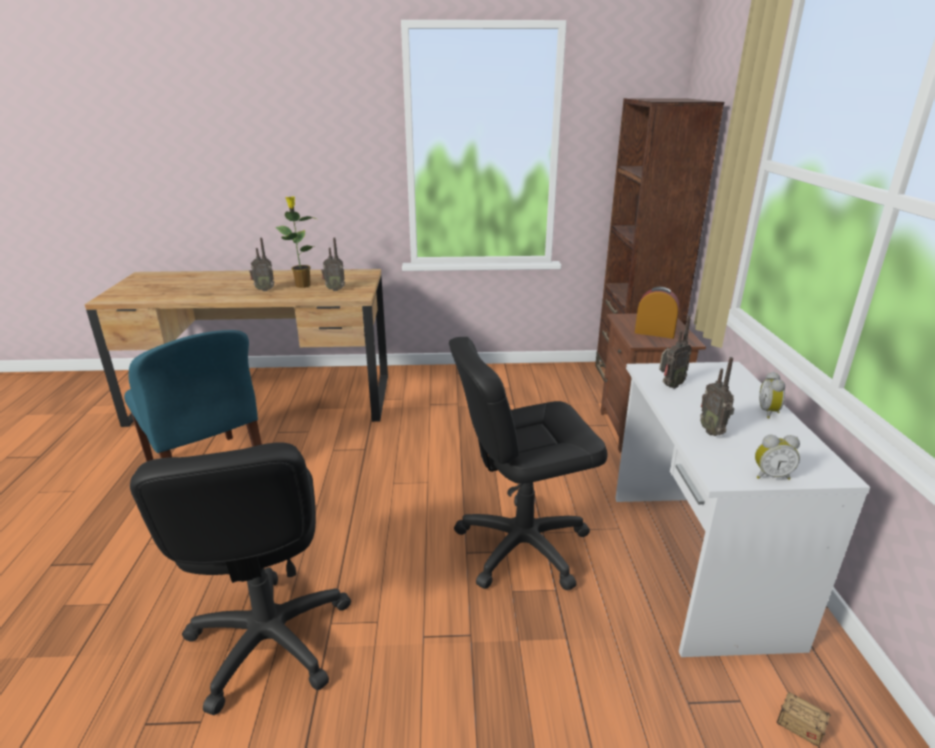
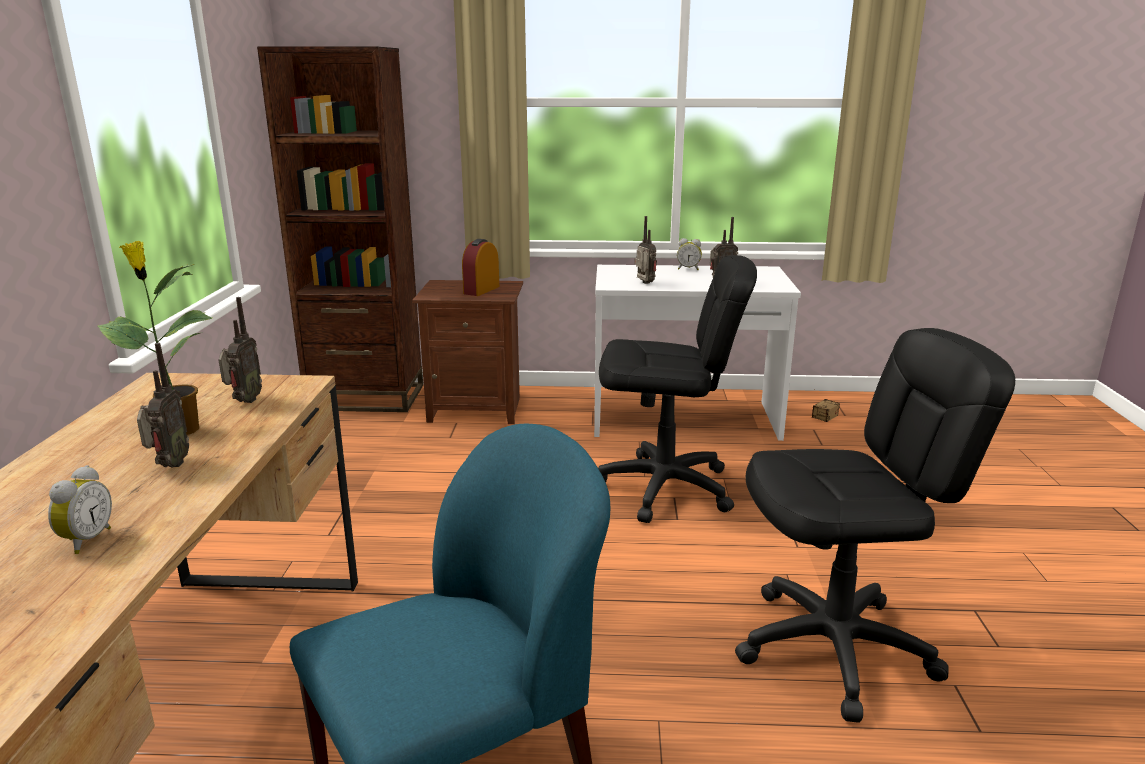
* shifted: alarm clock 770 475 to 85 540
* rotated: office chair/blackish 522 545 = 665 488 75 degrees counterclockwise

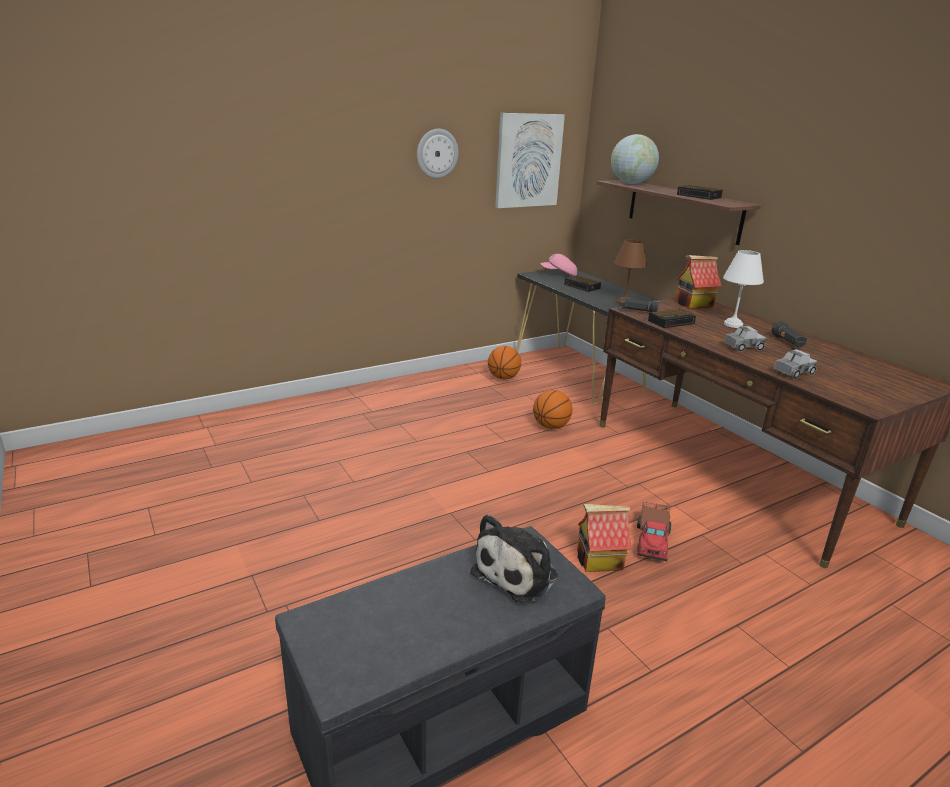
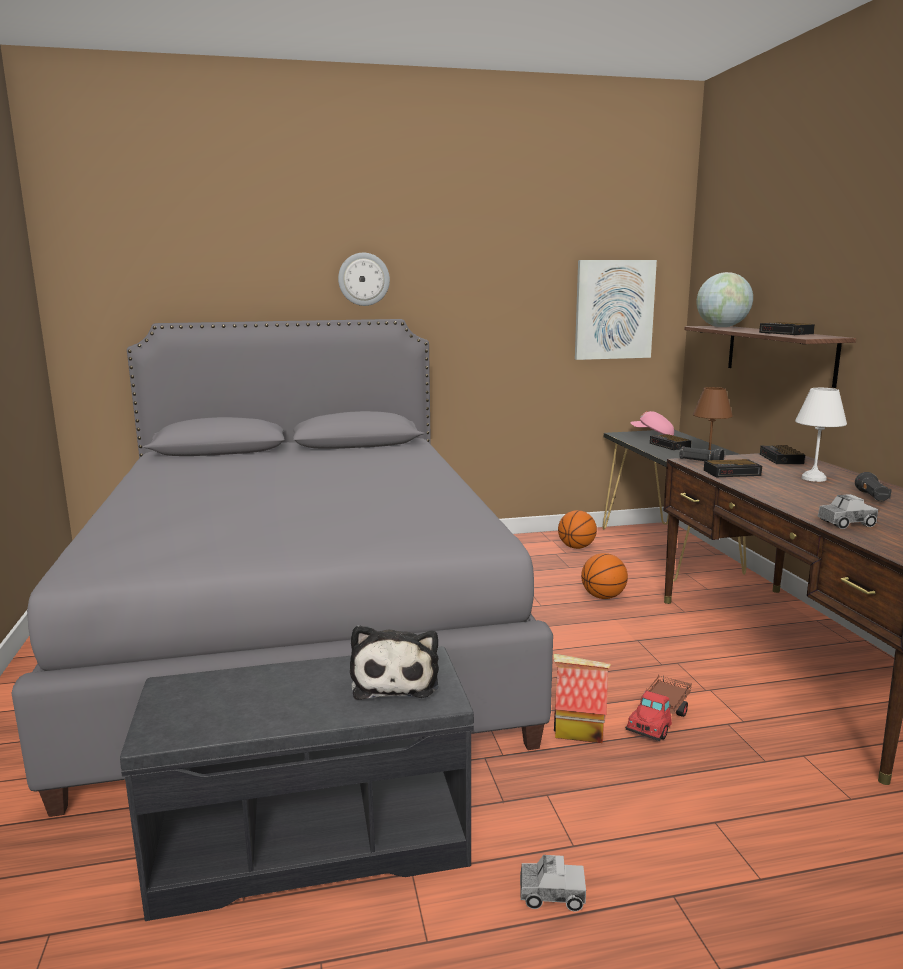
* new: bedroom bed/greyish 301 633
* shifted: wall clock 437 153 to 363 279
* rotated: soft toy 518 573 = 395 680 60 degrees counterclockwise
* shifted: toy truck 743 347 to 551 895
* swapped: miniature house 694 304 to alarm clock 781 459

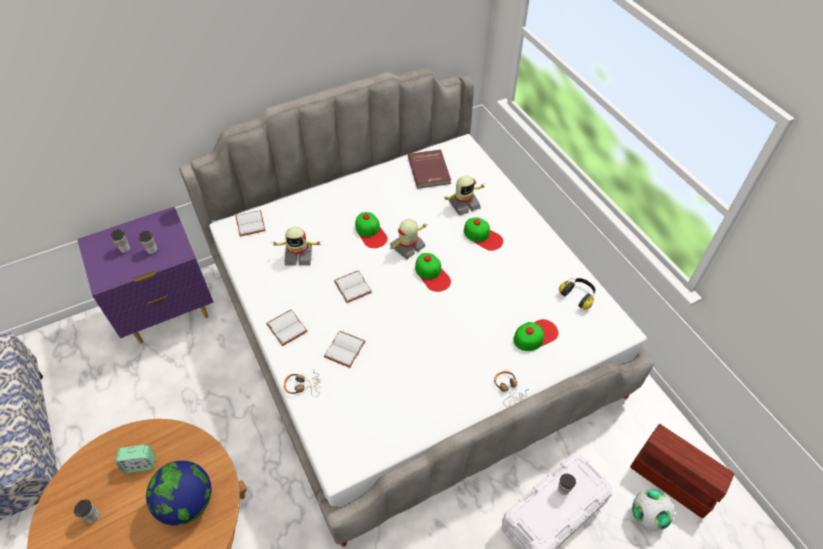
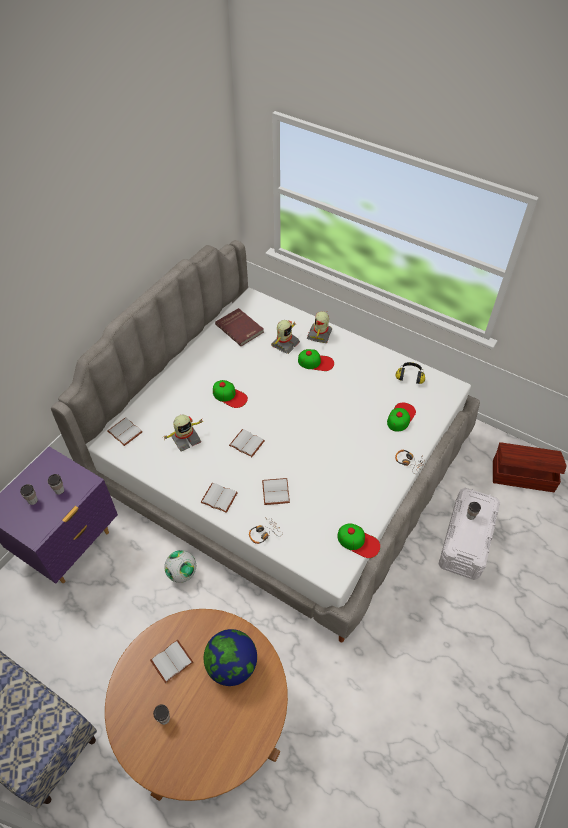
* swapped: alarm clock 140 464 to bound book/white 171 660
* shifted: football ball 647 516 to 182 573
* shifted: toy robot 408 247 to 320 335
* shifted: peaked cap 432 274 to 358 541

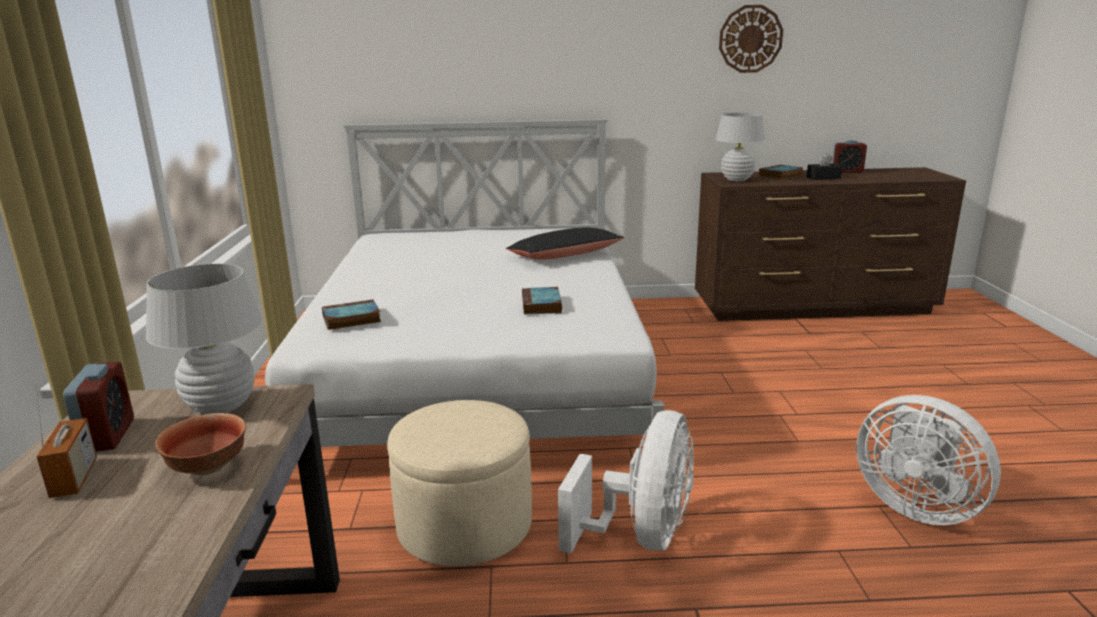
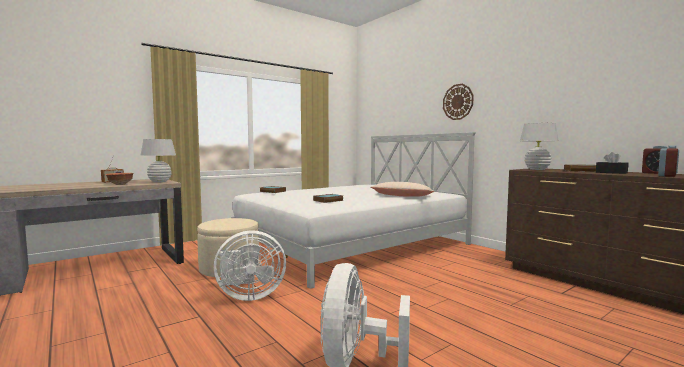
* repainted: pillow/blackish 565 255 to pillow/beige-coloured 402 196
* shifted: wall clock 750 39 to 458 102
* shifted: alarm clock 108 436 to 667 175

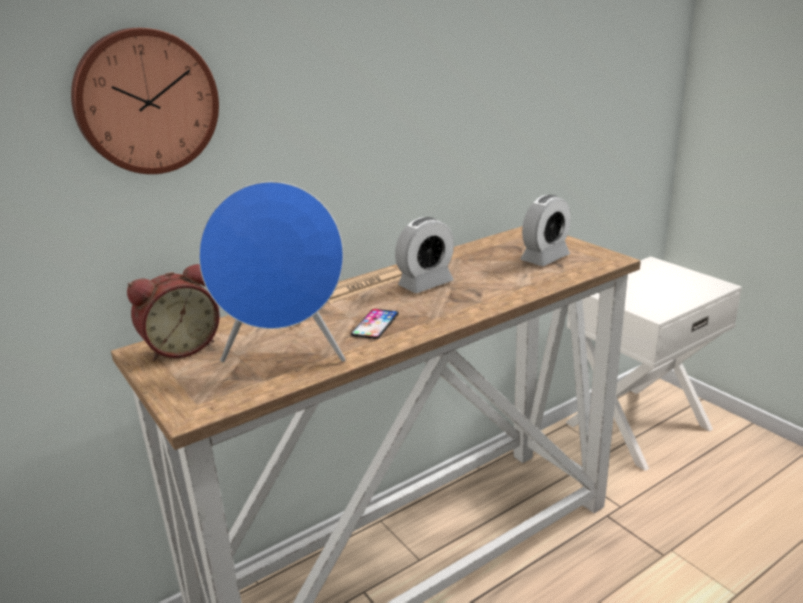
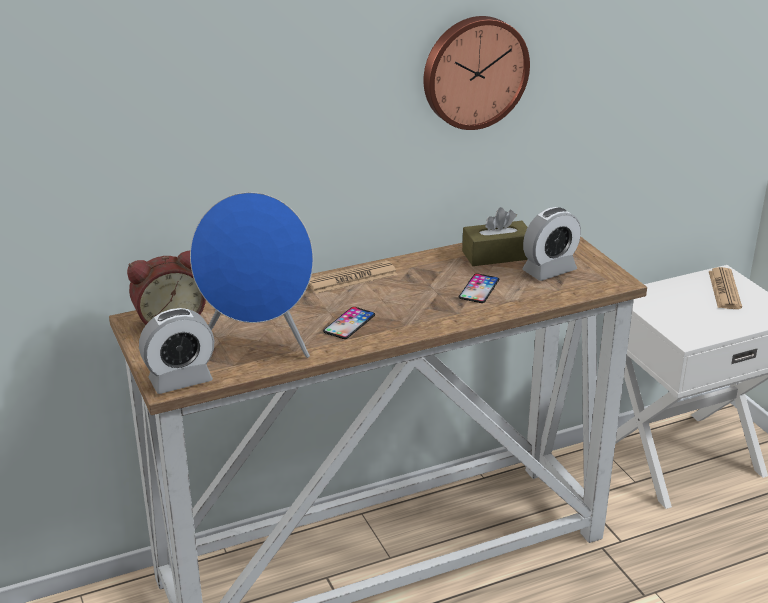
* shifted: alarm clock 426 284 to 180 380
* shifted: wall clock 145 101 to 473 71
* new: telephone 479 289
* new: tissue holder/brownish 496 255
* new: daily paper 724 289

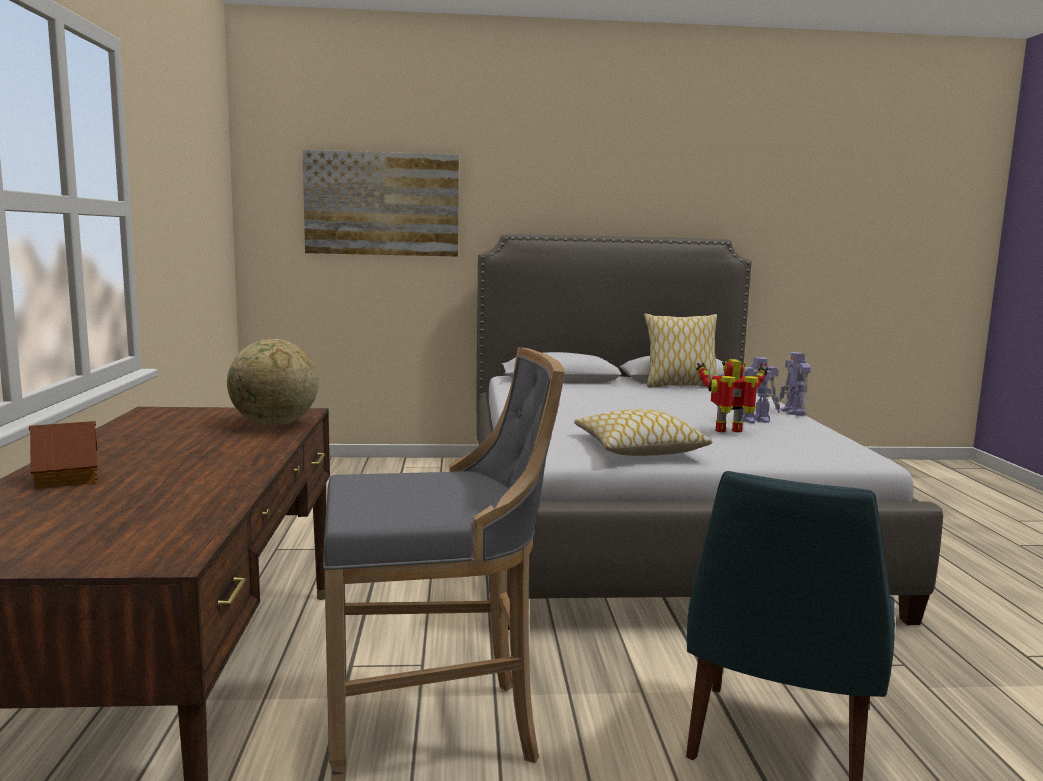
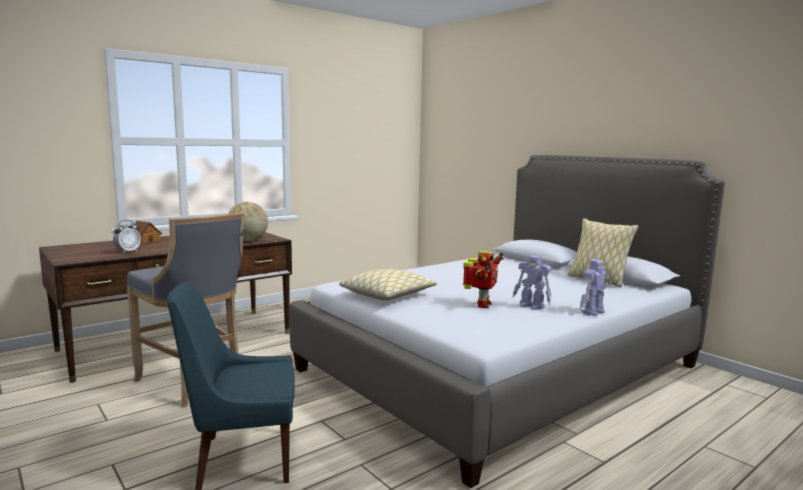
* new: alarm clock 128 252
* rotated: toy robot 730 431 = 482 305 60 degrees clockwise
* gone: picture 382 204

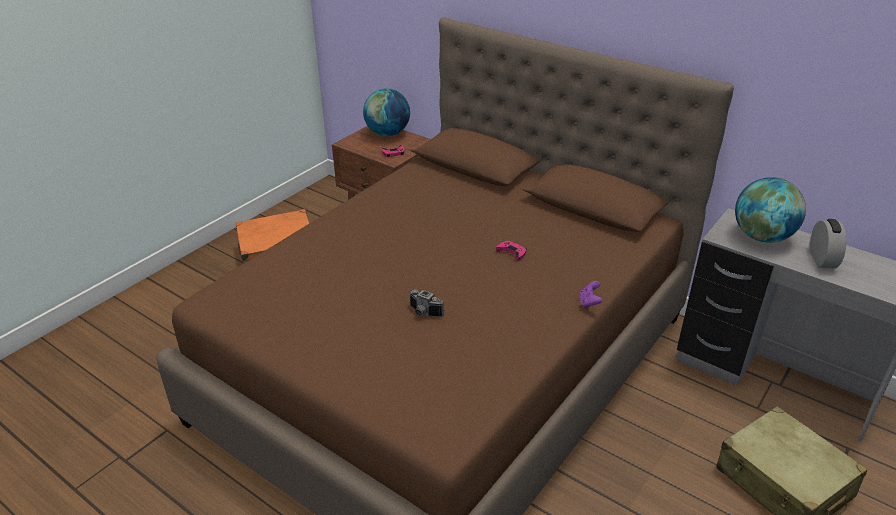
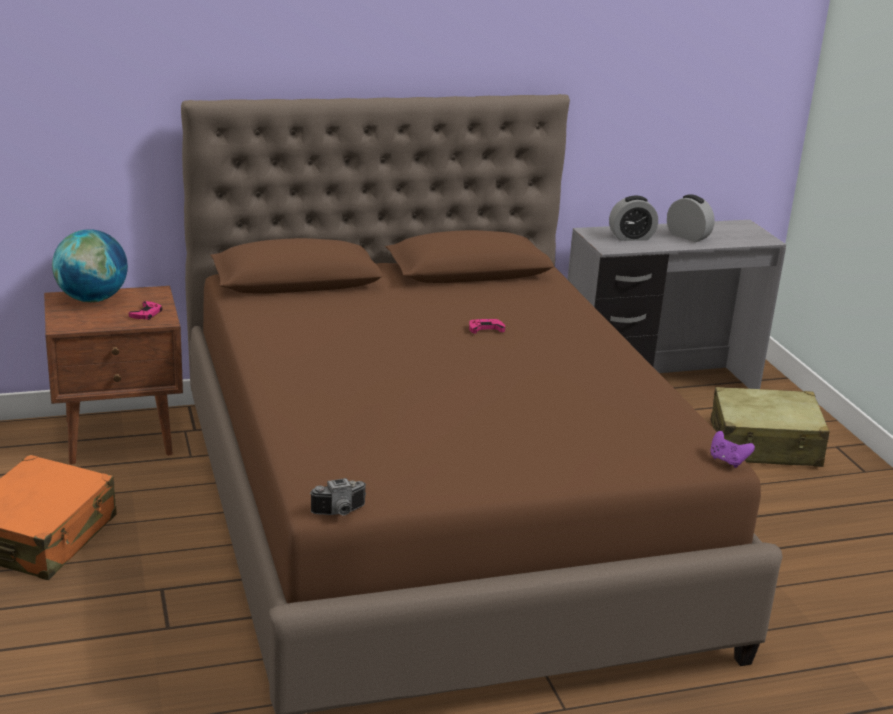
* shifted: still camera 424 313 to 340 513
* swapped: world globe 762 237 to alarm clock 631 237
* shifted: game controller/purple-coloured 589 303 to 727 461

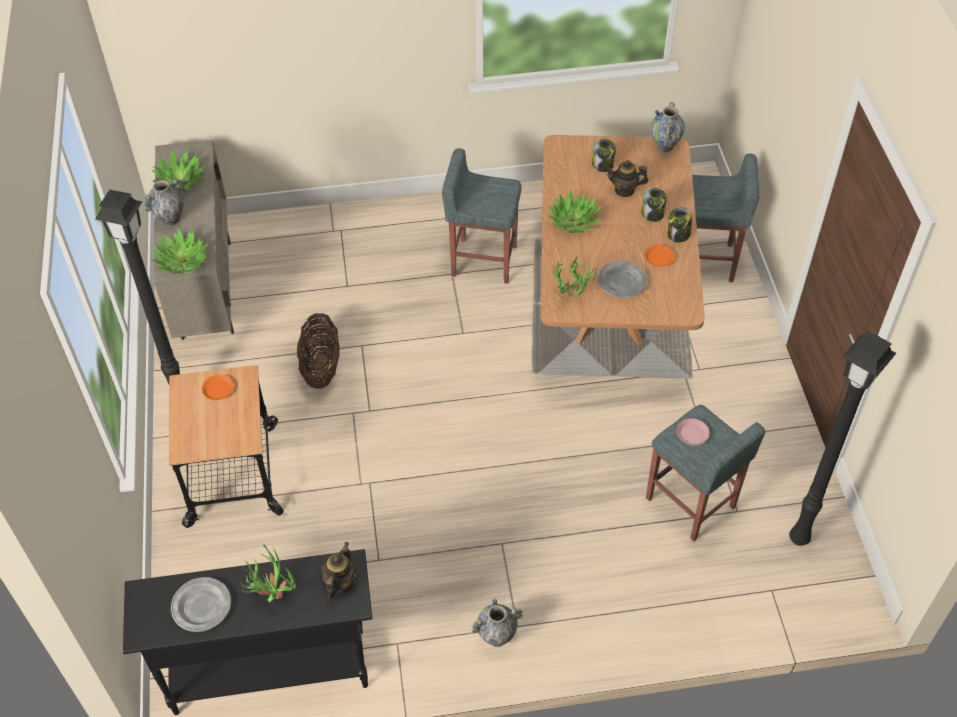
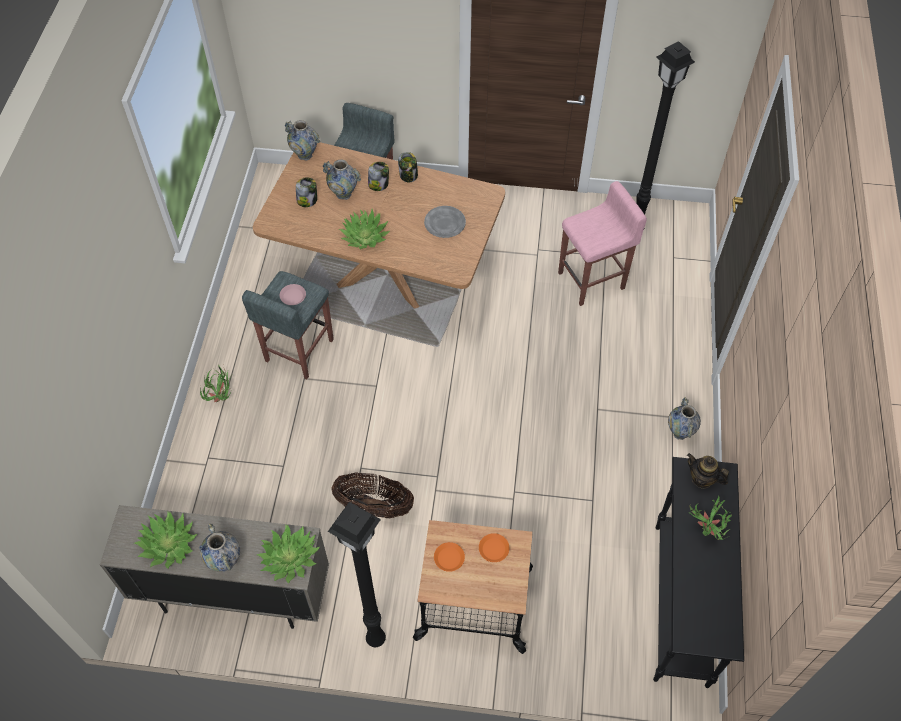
* shifted: plant in a pot 572 297 to 222 398
* shifted: plate/pink-coloured 692 434 to 293 296
* swapped: teapot 624 190 to vase 343 194
* shifted: plate/orange 659 258 to 494 549
* repainted: sitting stool/greyish 691 504 to sitting stool/pink-coloured 592 280
* gone: plate/greyish 202 606

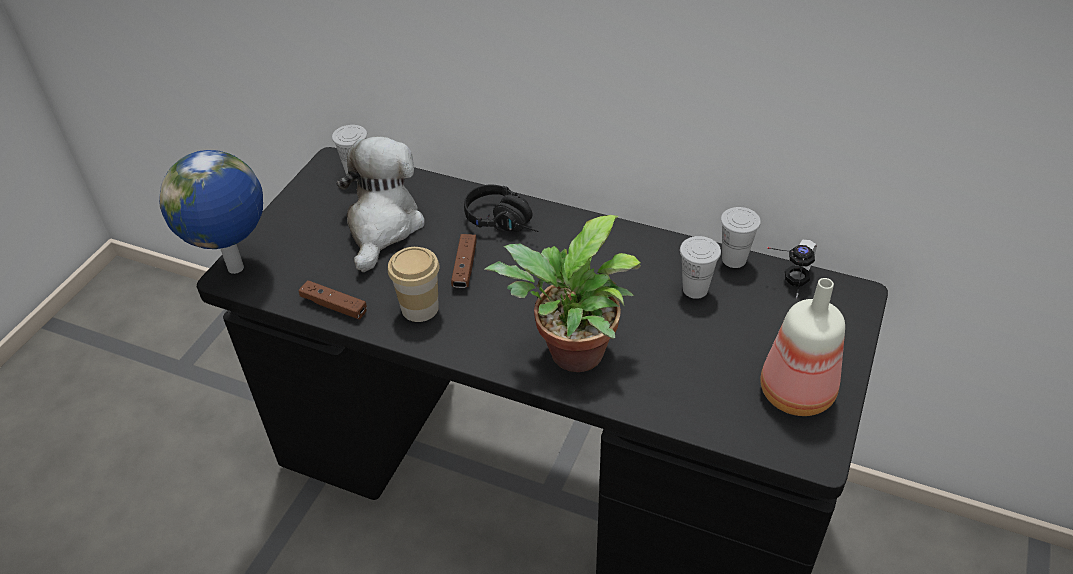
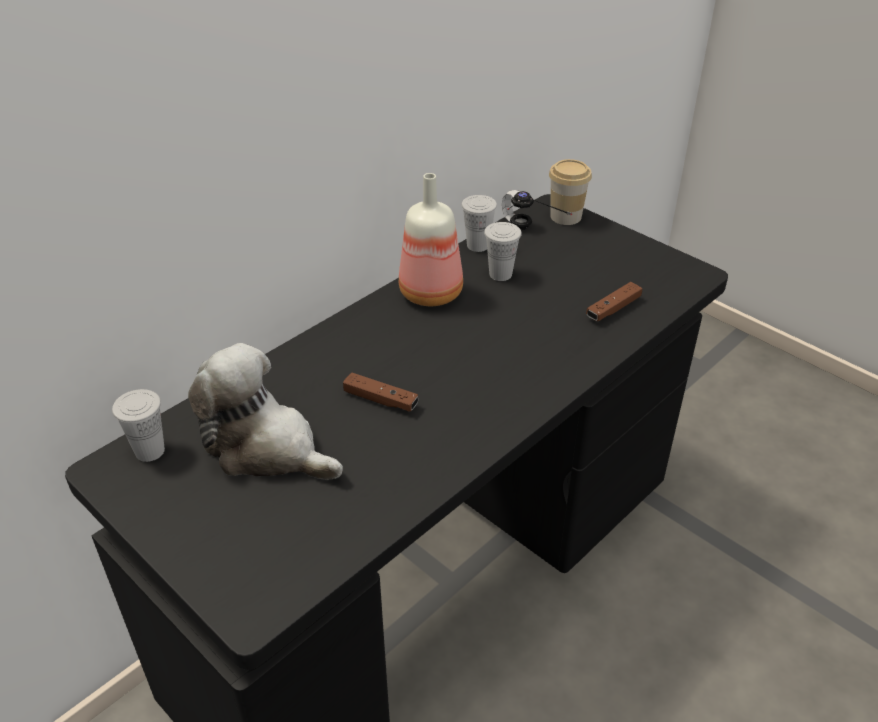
* shifted: drink bottle 797 395 to 433 294
* shifted: small cup 420 308 to 565 216
* shifted: game controller/brownish 334 306 to 613 309
* gone: world globe 237 269
* gone: pair of headphones/blackish 506 222
* gone: plant in a pot 570 356

